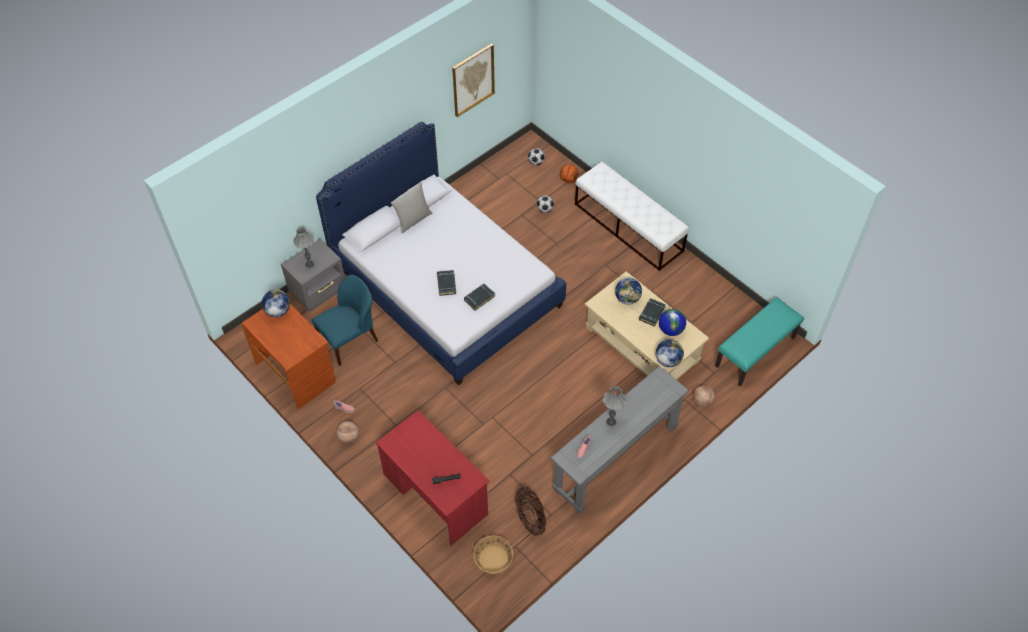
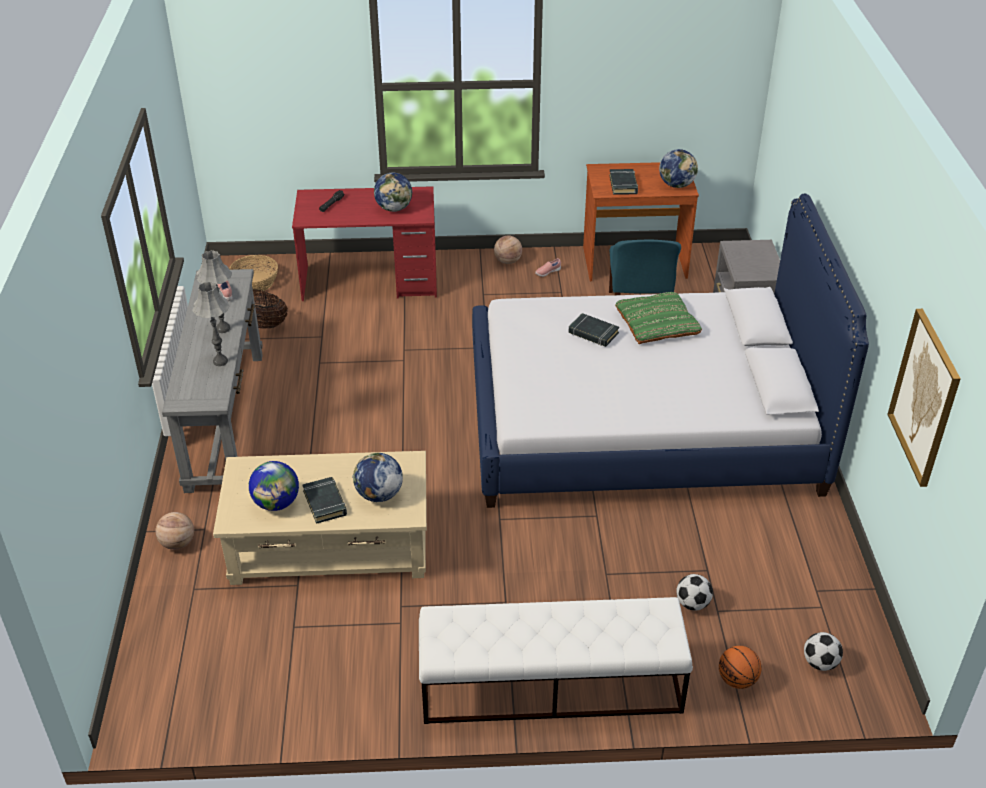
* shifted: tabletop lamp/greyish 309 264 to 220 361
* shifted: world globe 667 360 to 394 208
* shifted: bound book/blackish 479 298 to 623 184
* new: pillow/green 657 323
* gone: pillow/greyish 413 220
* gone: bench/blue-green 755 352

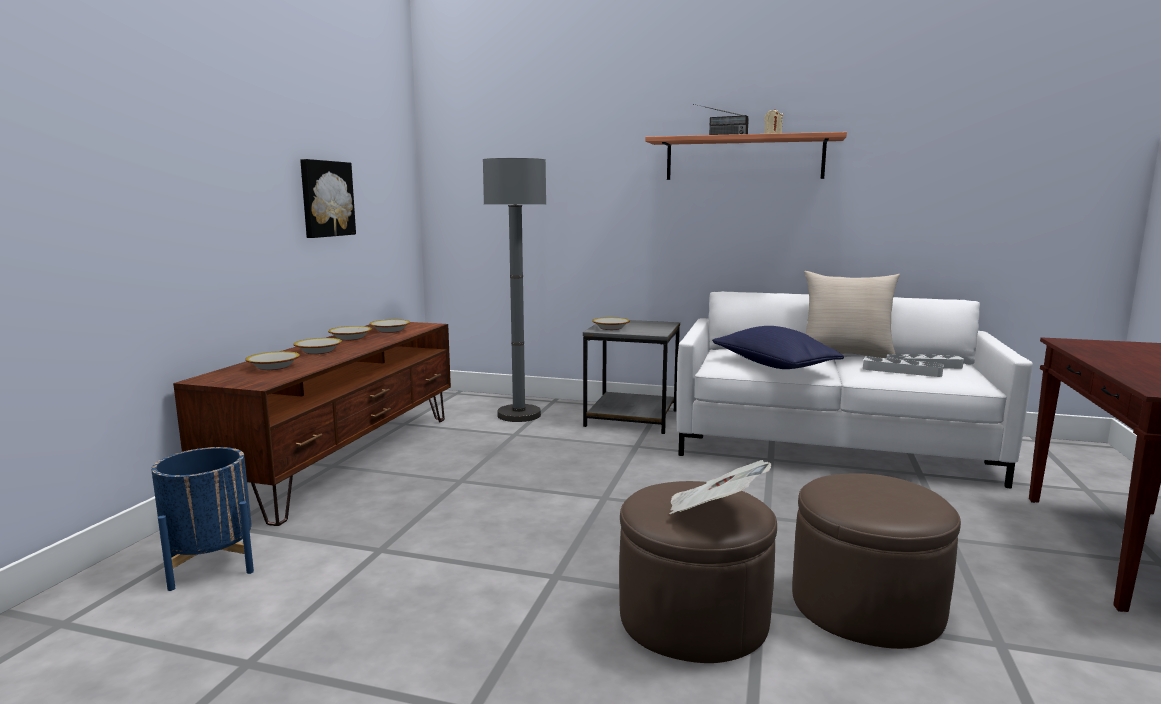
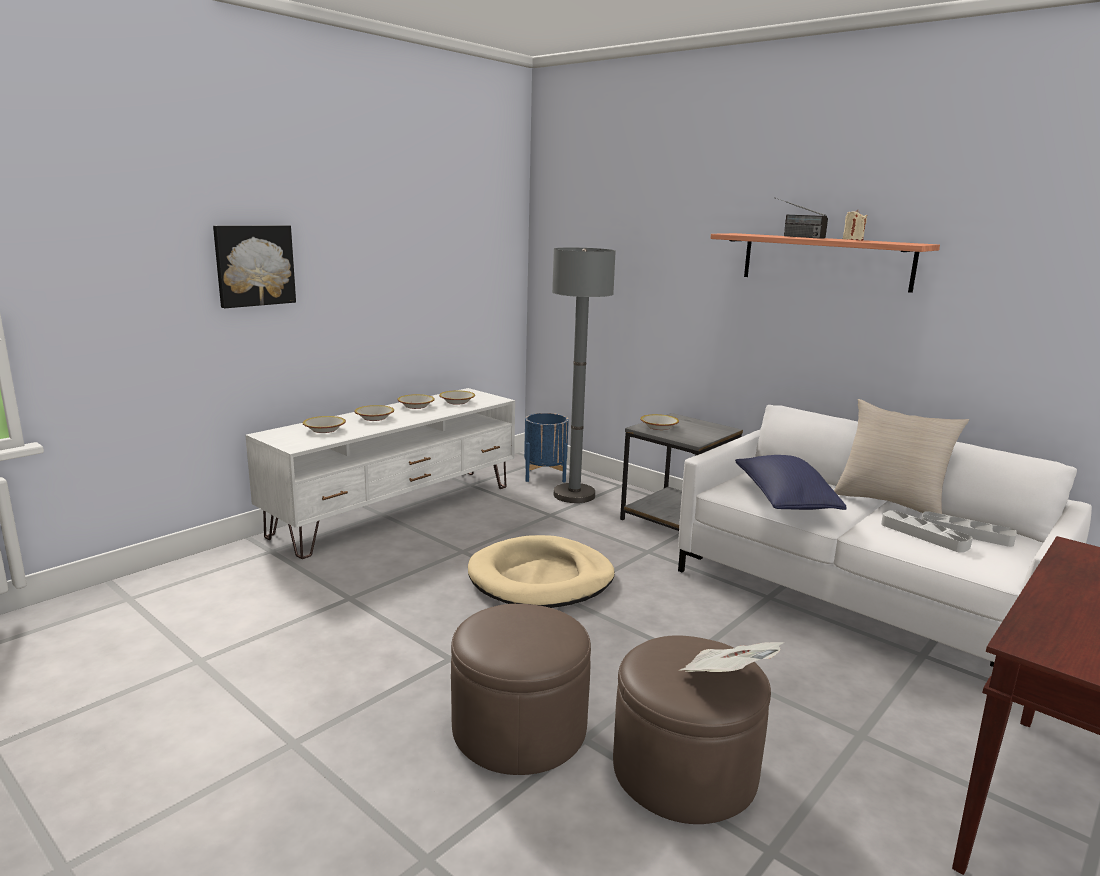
* shifted: picture 326 198 to 254 265
* repainted: tv unit/brownish 346 458 to tv unit/white 397 509
* new: pet bed/beige-coloured 541 578
* shifted: flower pot/blue 211 564 to 545 475
* shifted: daily paper 714 512 to 727 679

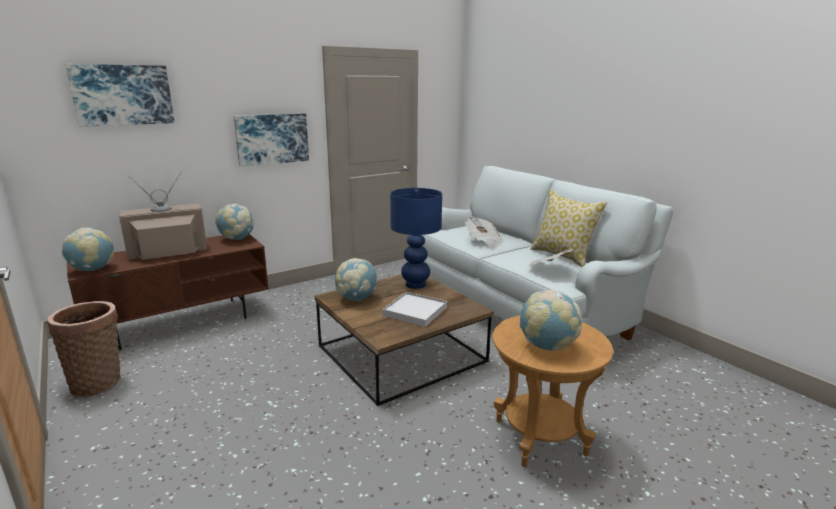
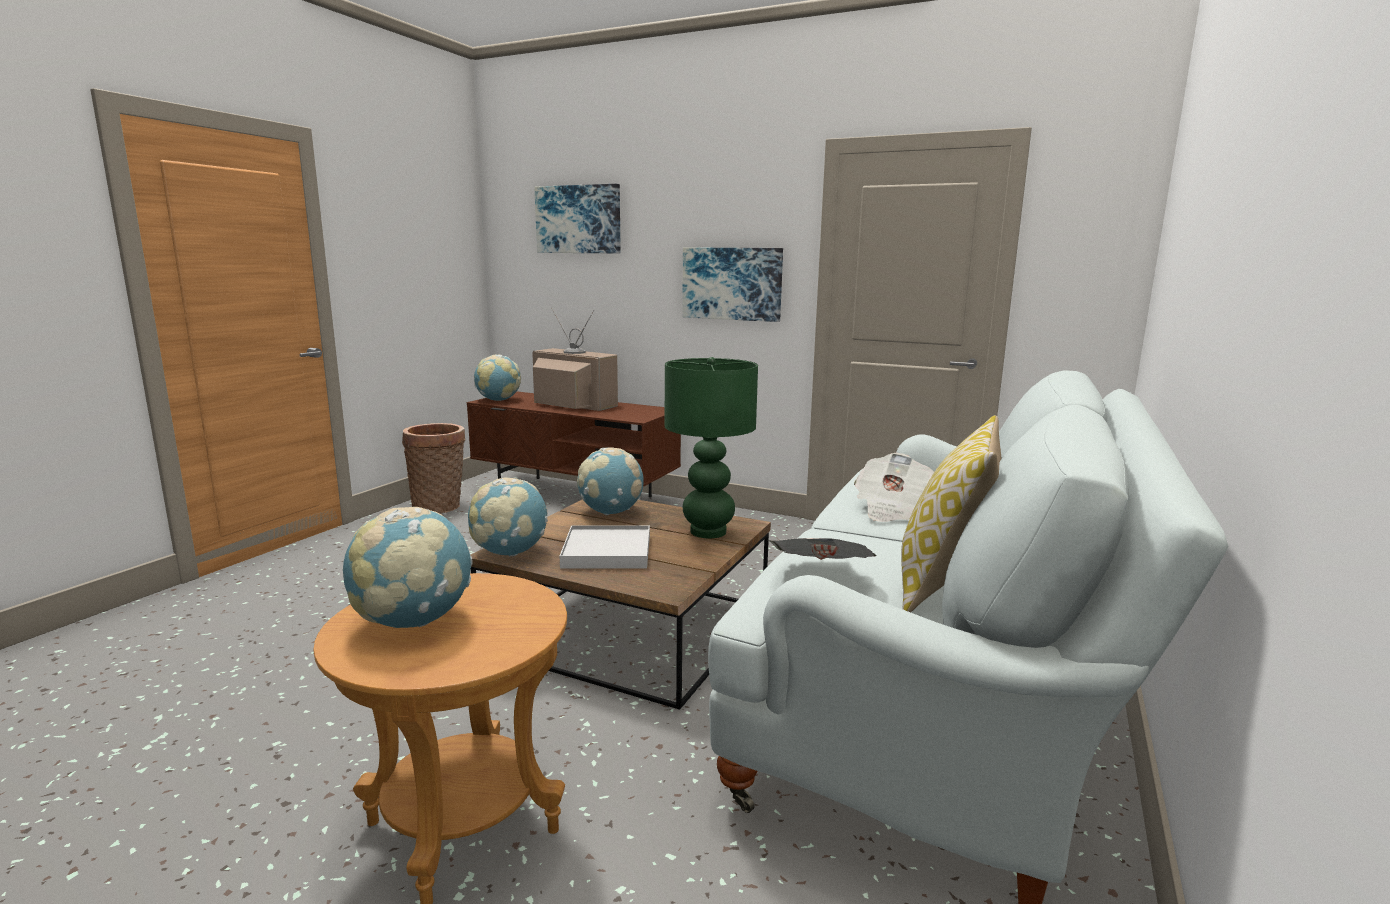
* shifted: world globe 237 239 to 510 552
* repainted: tabletop lamp/blue 415 284 to tabletop lamp/green 708 532

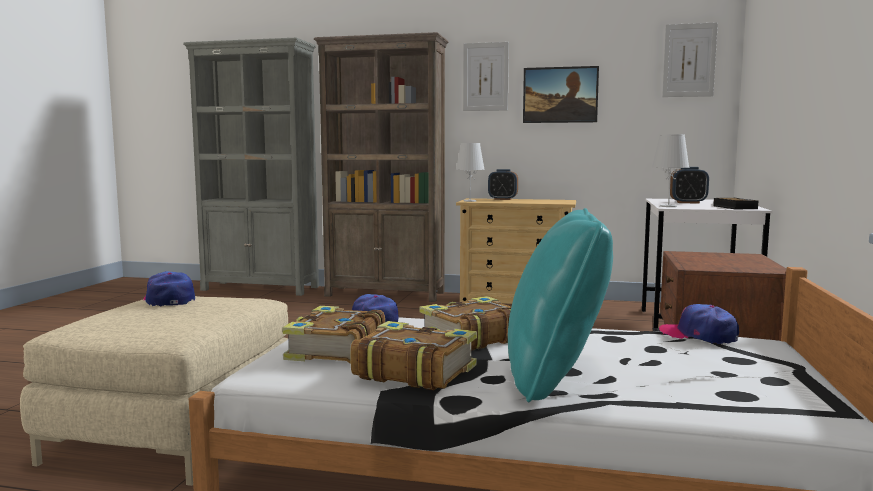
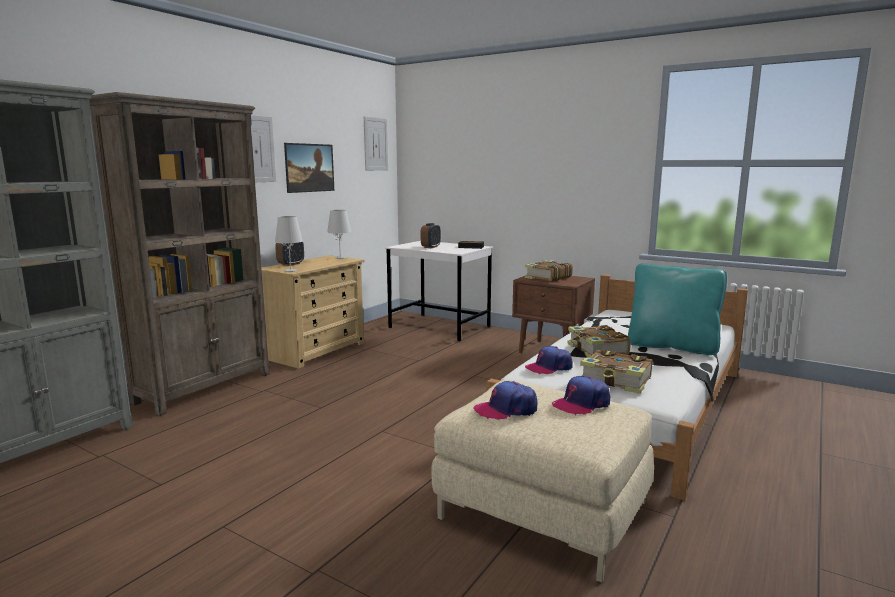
* shifted: tabletop lamp/white 668 206 to 340 258
* shifted: bound book 413 371 to 547 277
* shifted: peaked cap 699 335 to 581 404

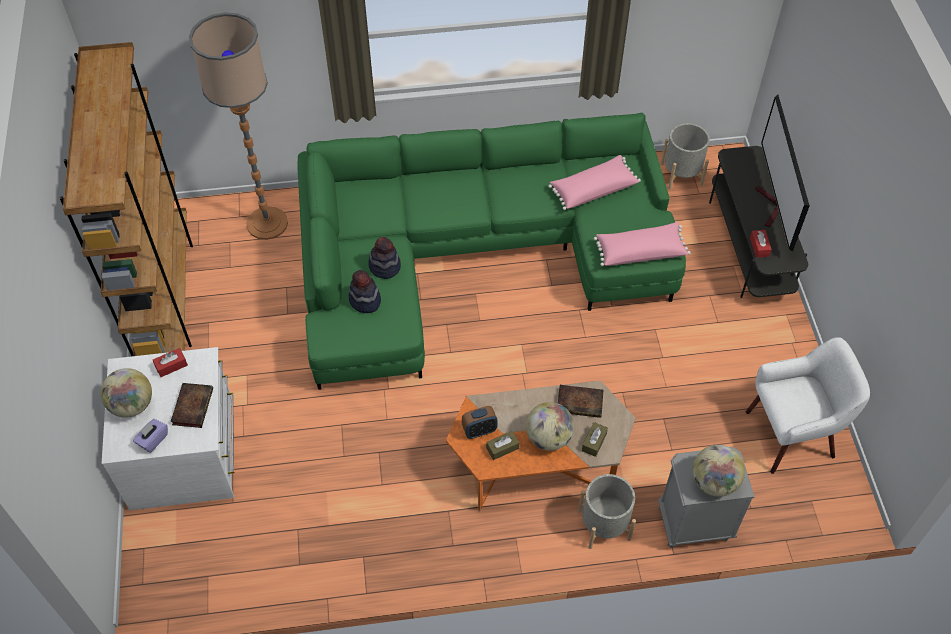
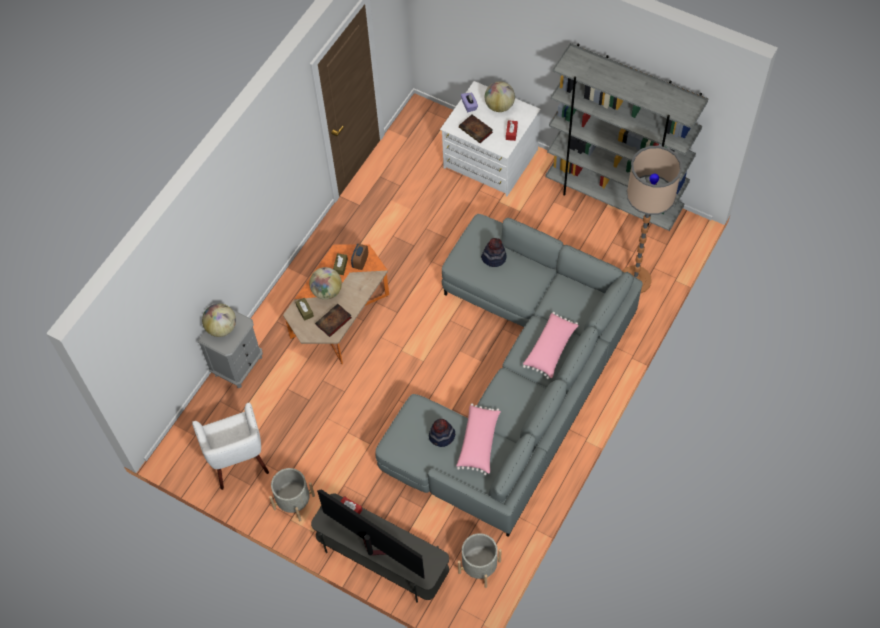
* rotated: easy chair/white 791 435 = 238 460 45 degrees counterclockwise
* shifted: flower pot/greyish 604 525 to 294 502
* repainted: sofa/green 473 254 to sofa/greyish 515 381
* shifted: wearable hat 385 266 to 442 436
* shifted: pillow/pink-coloured 640 251 to 551 349
* repainted: shelving unit/brownish 165 296 to shelving unit/greyish 613 199

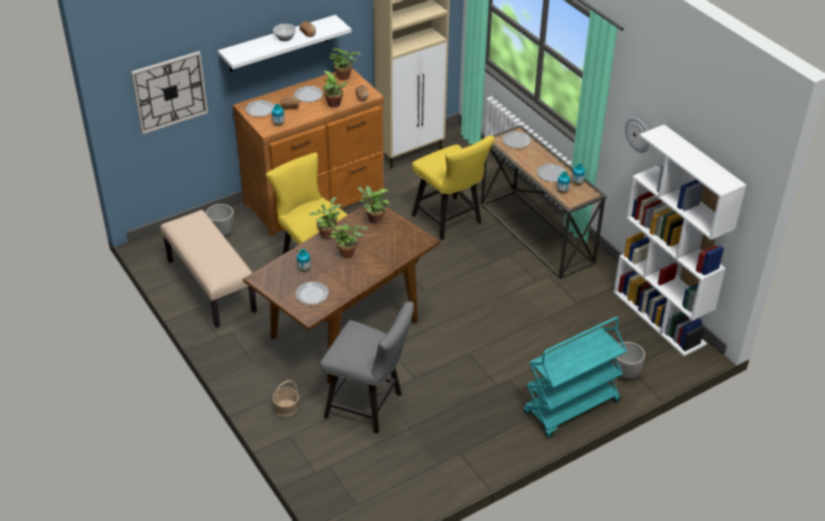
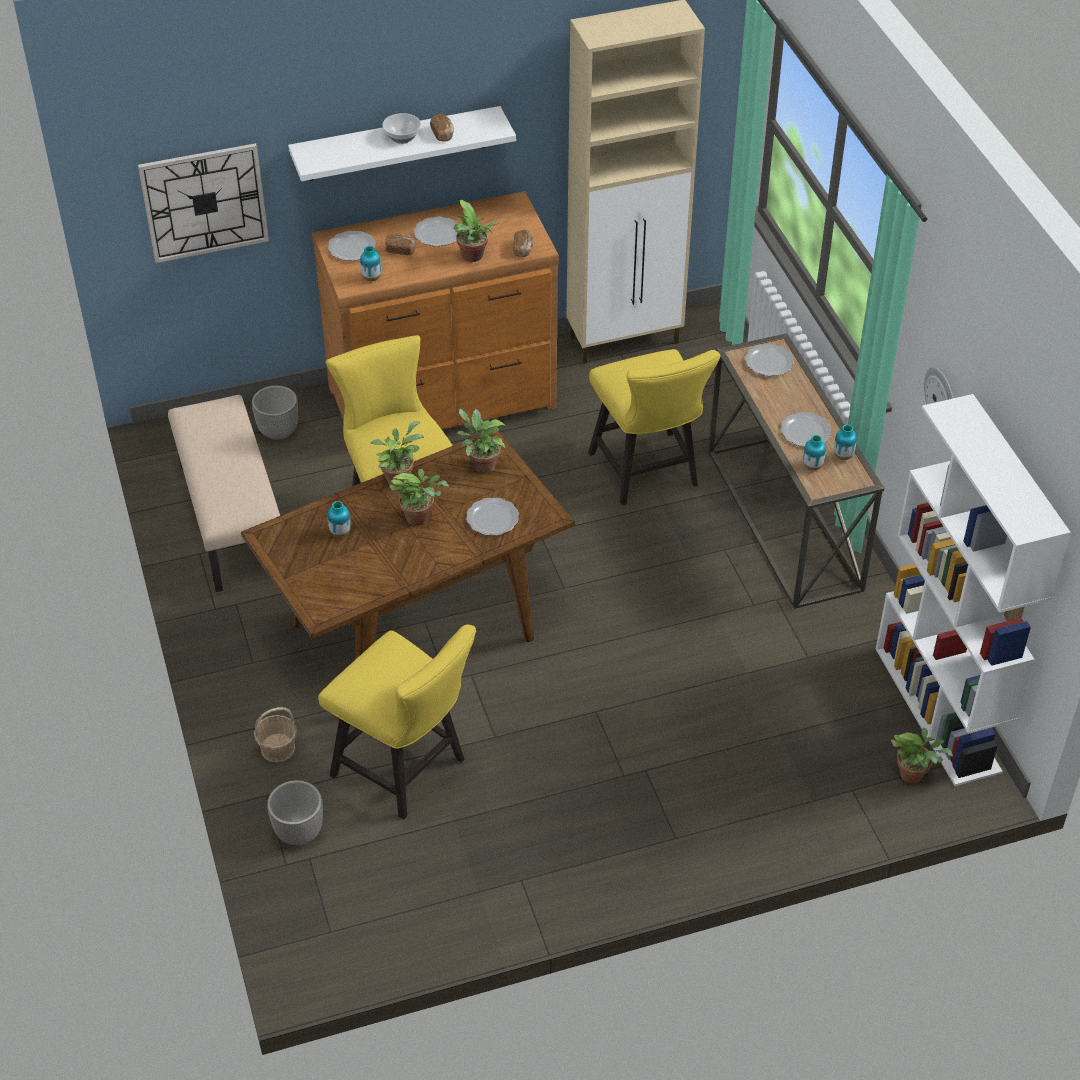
* shifted: flower pot 625 374 to 299 833
* repainted: plain chair/greyish 369 406 to plain chair/yellowish 406 771
* shifted: plate 311 294 to 491 518
* shifted: plant in a pot 345 77 to 914 774
* gone: wheeled cart/blue-green 571 408

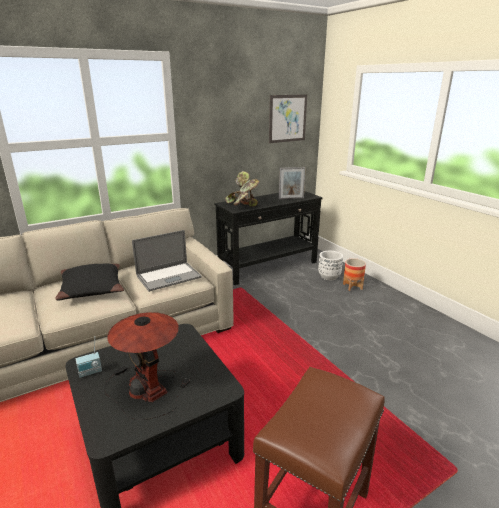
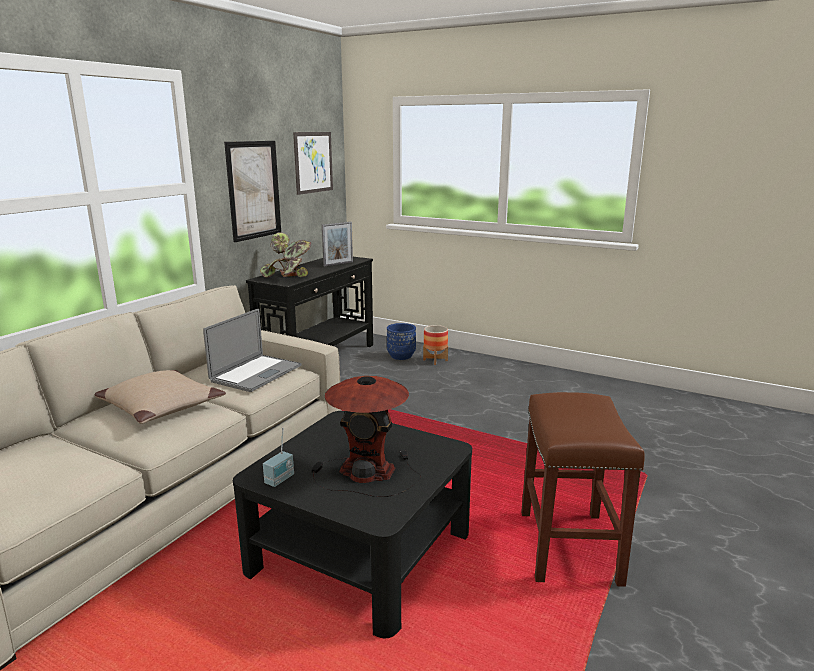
* repainted: pillow/blackish 92 288 to pillow/beige-coloured 162 407
* new: picture 254 190
* repainted: flower pot/white 329 276 to flower pot/blue 401 356

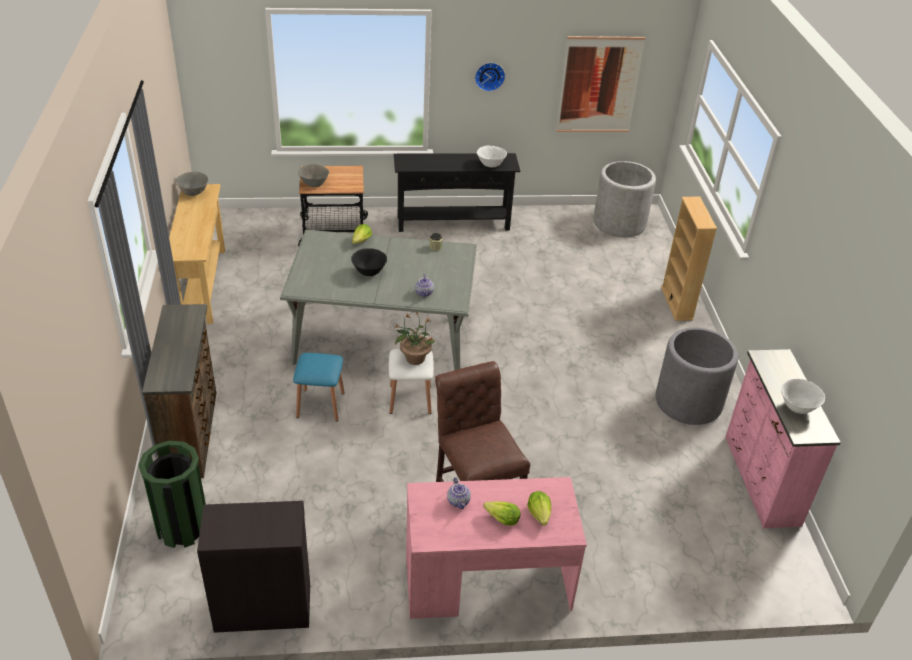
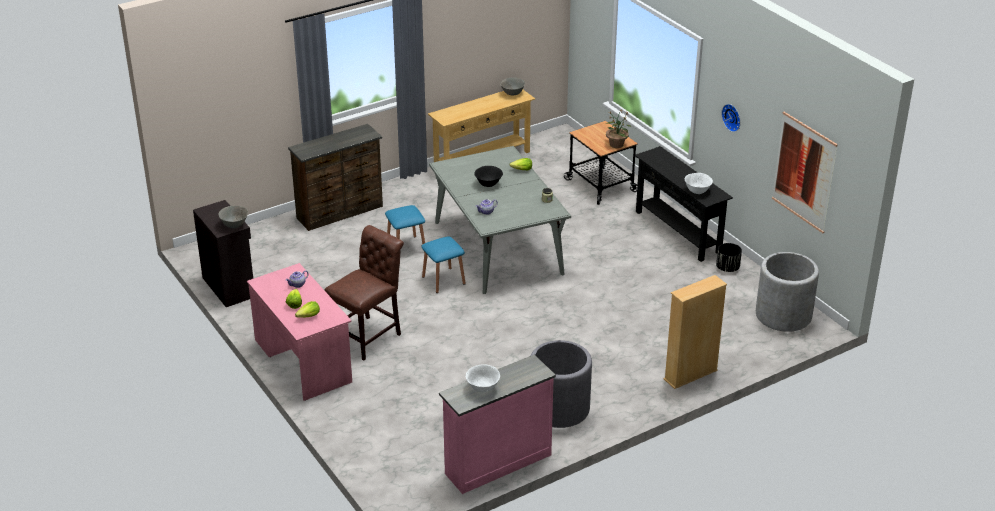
* shifted: deep dish/greyish 314 184 to 234 225
* repainted: sitting stool/white 410 399 to sitting stool/blue 443 280
* shifted: plant in a pot 414 358 to 616 144
* new: flower pot/blackish 728 268
* gone: rubbish bin/green 182 527

